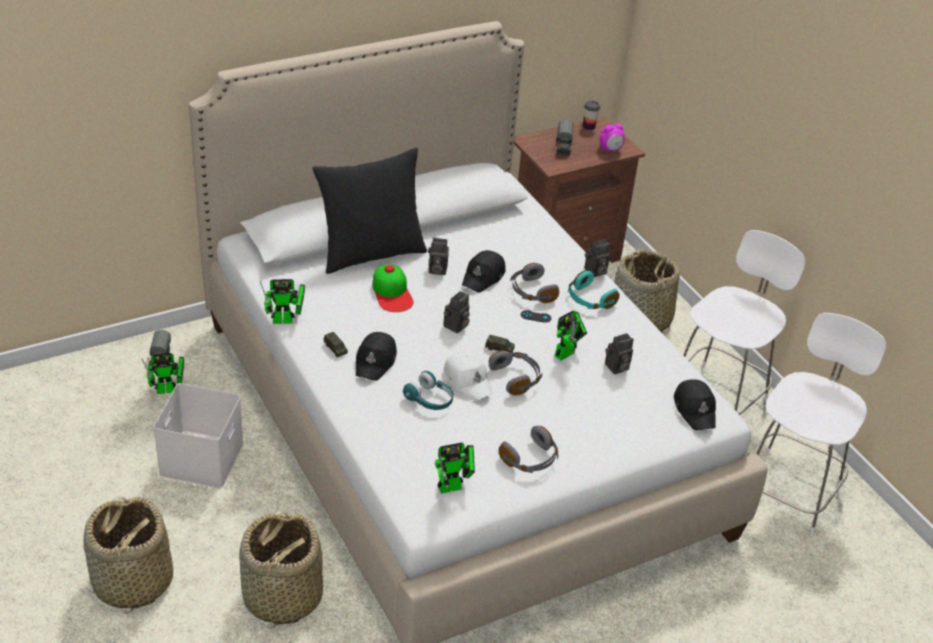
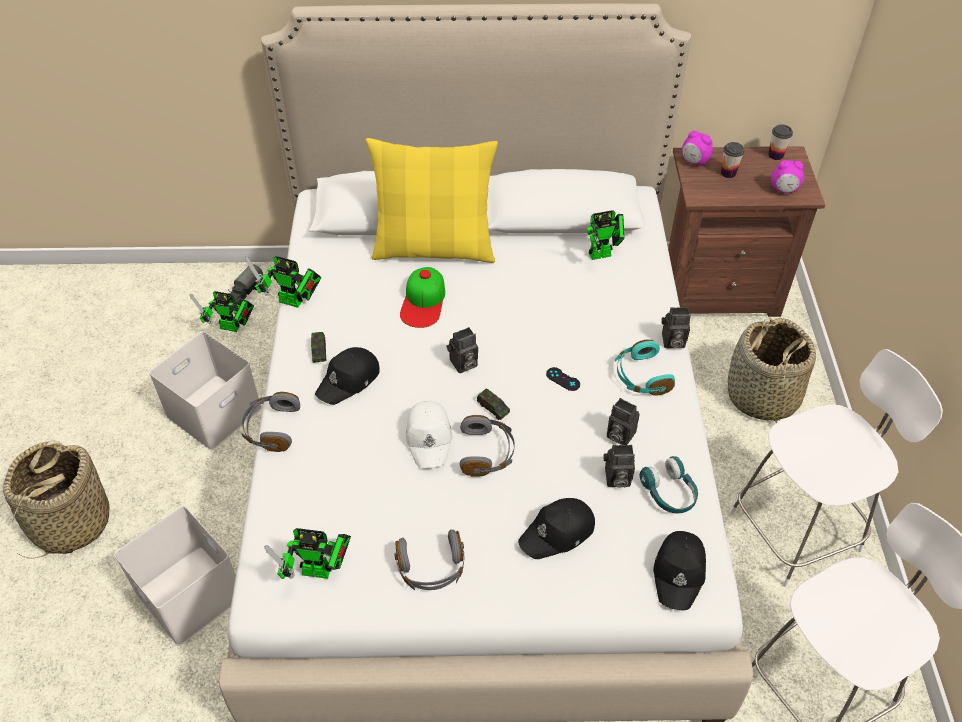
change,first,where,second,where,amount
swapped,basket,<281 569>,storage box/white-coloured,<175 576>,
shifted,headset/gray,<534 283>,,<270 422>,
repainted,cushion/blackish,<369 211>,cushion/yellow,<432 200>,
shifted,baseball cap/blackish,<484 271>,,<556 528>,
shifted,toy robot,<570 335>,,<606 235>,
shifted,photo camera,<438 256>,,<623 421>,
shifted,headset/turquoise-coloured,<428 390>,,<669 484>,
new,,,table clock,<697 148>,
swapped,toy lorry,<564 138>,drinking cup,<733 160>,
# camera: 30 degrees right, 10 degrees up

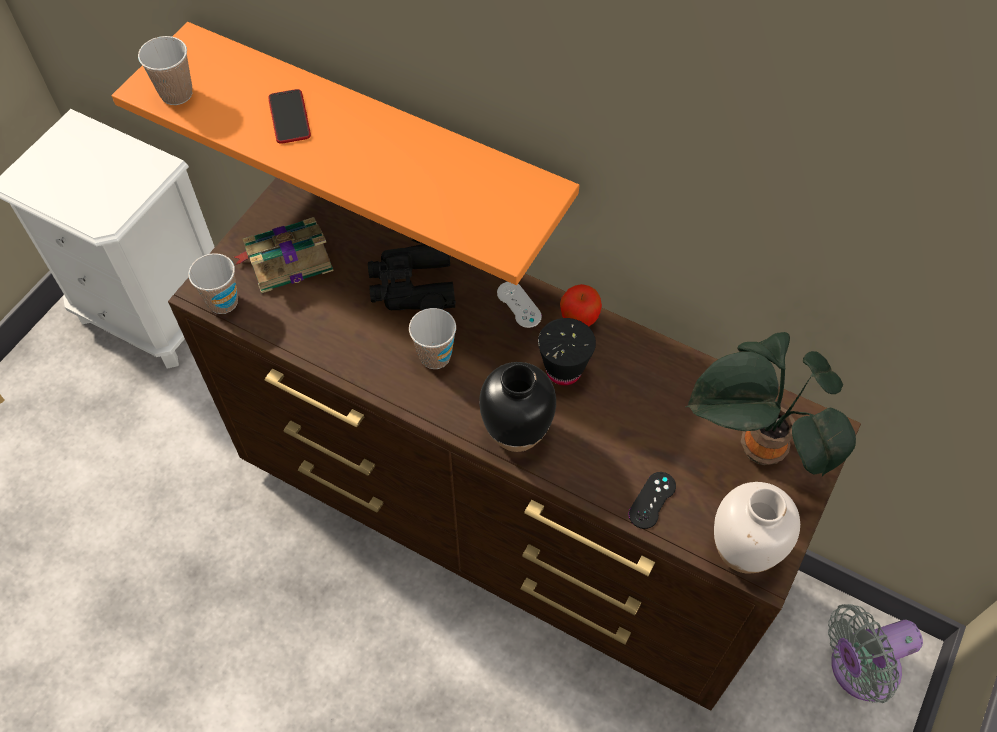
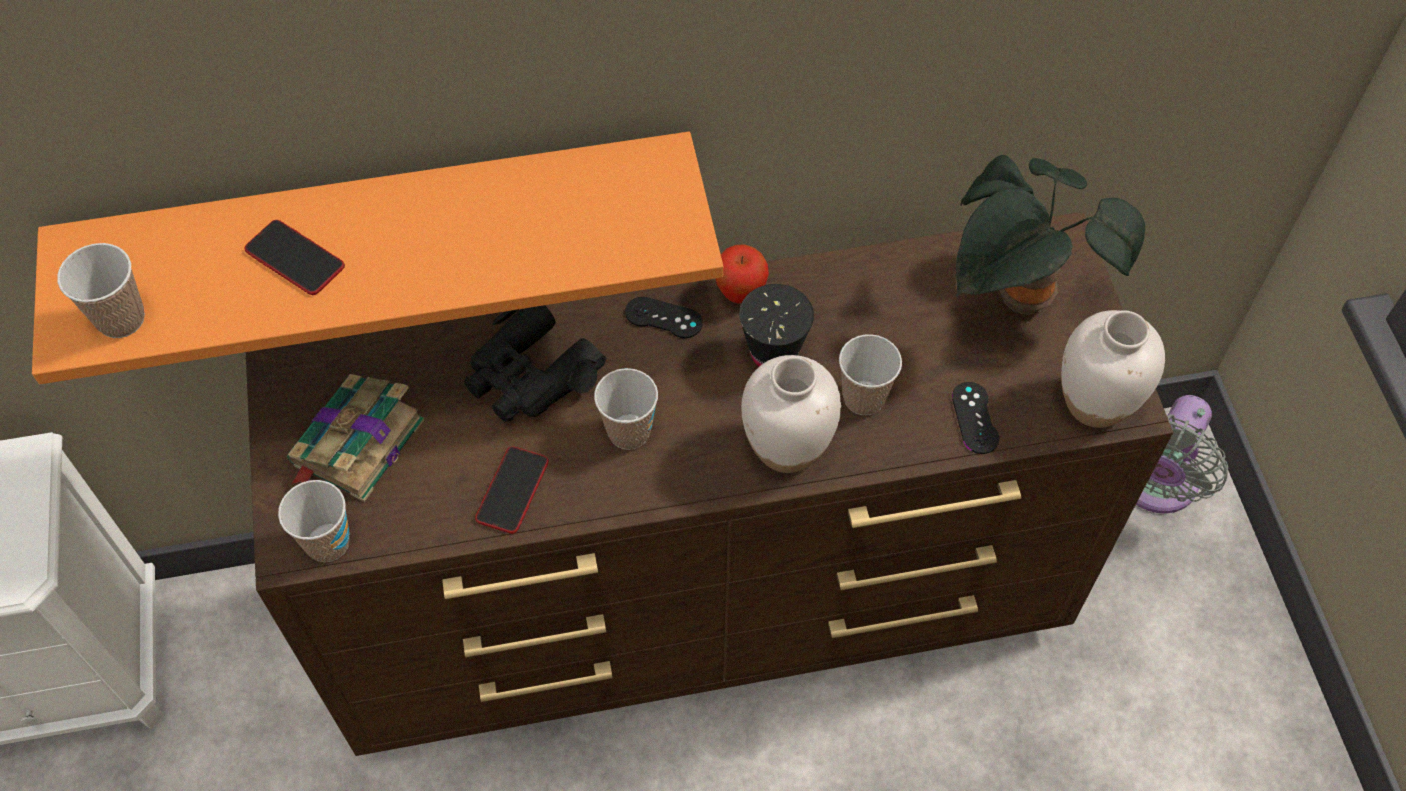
change,first,where,second,where,amount
new,,,phone,<512 490>,
repainted,game controller/white-coloured,<519 305>,game controller/blackish,<664 317>,
repainted,decorative vase/blackish,<517 407>,decorative vase/white-coloured,<791 414>,
new,,,drinking cup,<870 374>,
# camera: 40 degrees left, 0 degrees up

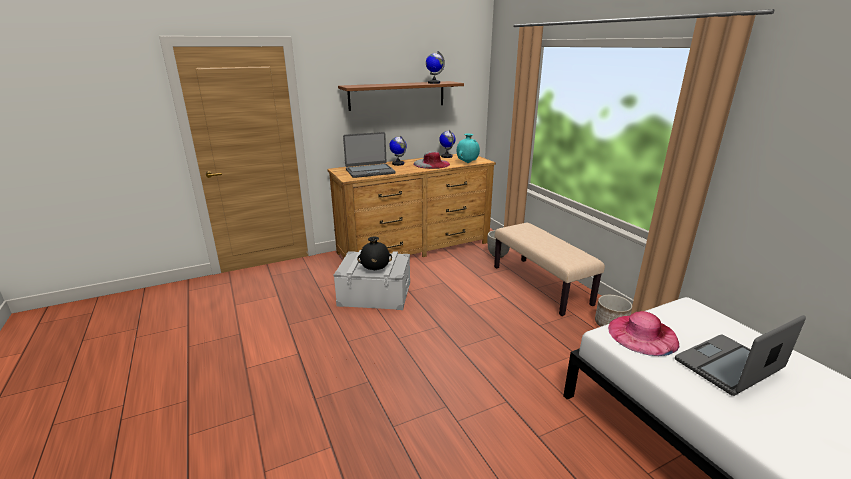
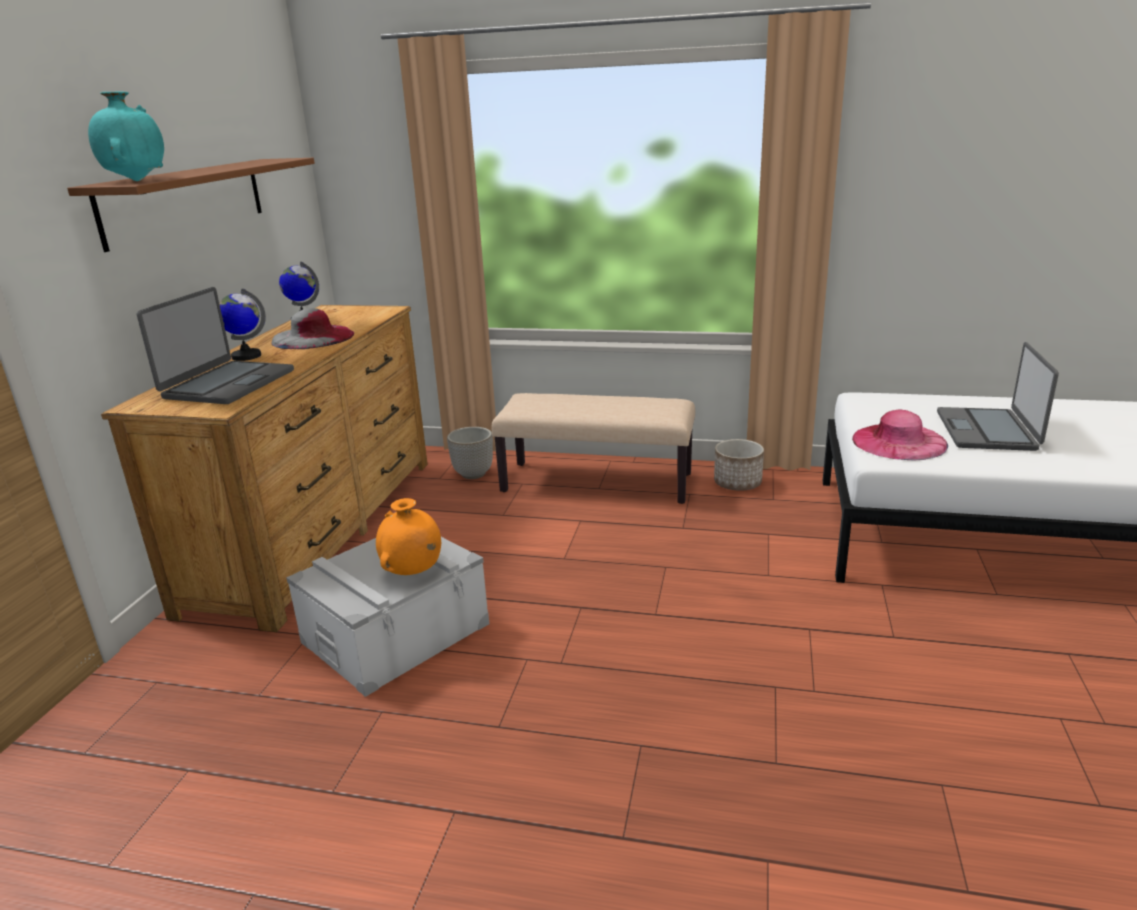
change,first,where,second,where,amount
shifted,decorative vase/turquoise-coloured,<468 148>,,<126 136>,
repainted,decorative vase/blackish,<374 253>,decorative vase/orangey,<408 536>,
gone,desk globe,<435 67>,,,
# camera: 50 degrees left, 0 degrees up

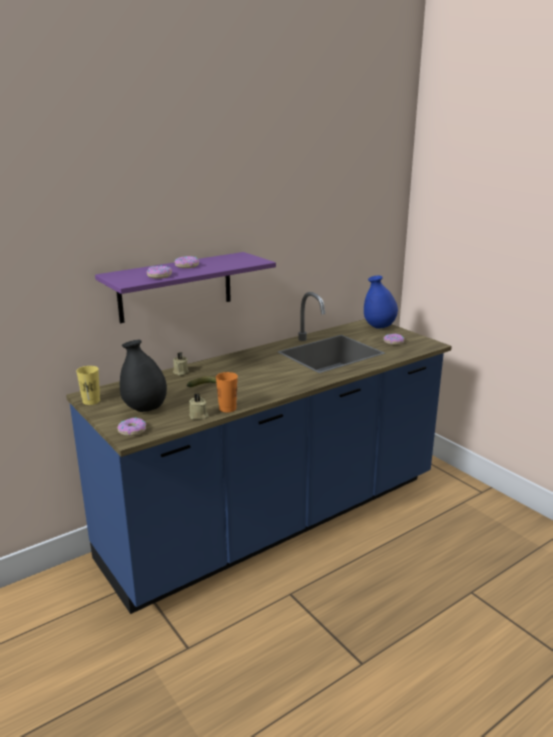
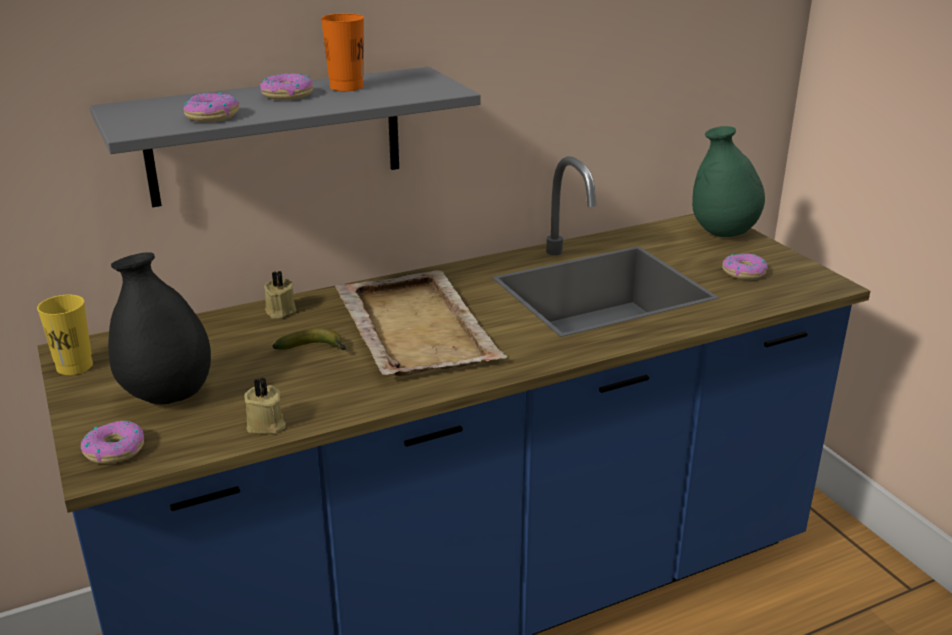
change,first,where,second,where,amount
repainted,wall shelf/purple,<185 287>,wall shelf/gray,<285 137>,
shifted,drinking cup/orangey,<227 392>,,<342 52>,
new,,,tray/sand-coloured,<421 323>,
repainted,decorative vase/blue,<381 302>,decorative vase/green,<728 181>,
# camera: 10 degrees right, 5 degrees up

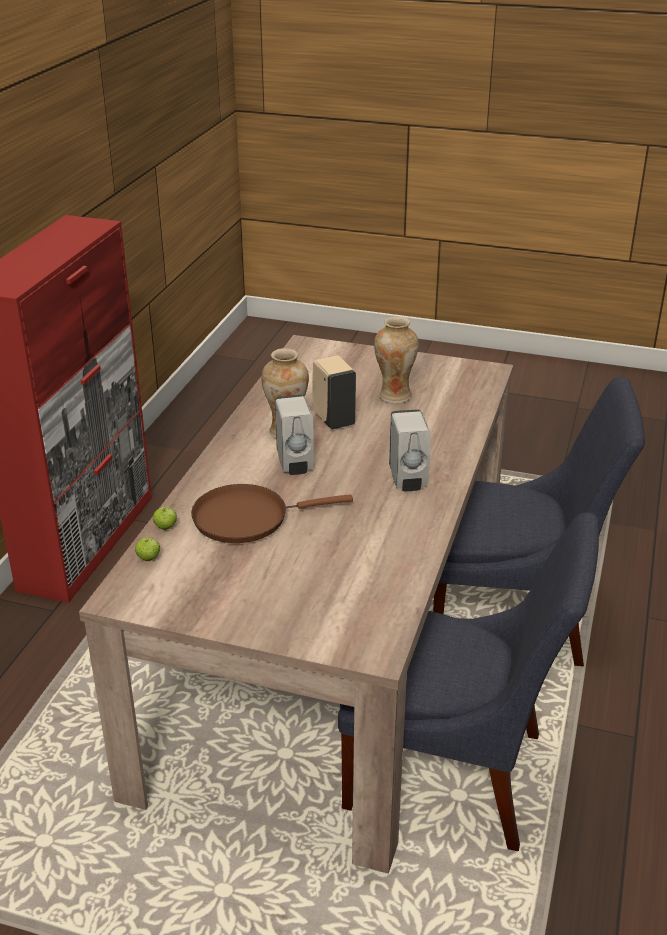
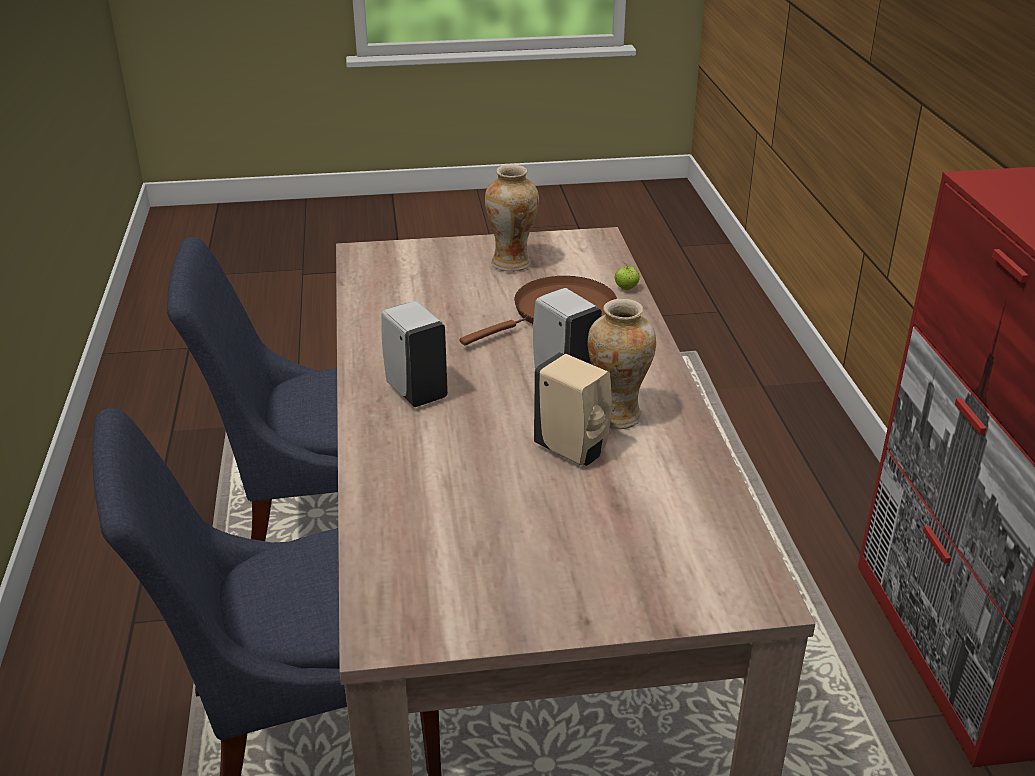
change,first,where,second,where,amount
shifted,decorative vase,<396 359>,,<512 218>,
gone,apple fruit,<147 549>,,,
# camera: 155 degrees right, 0 degrees up

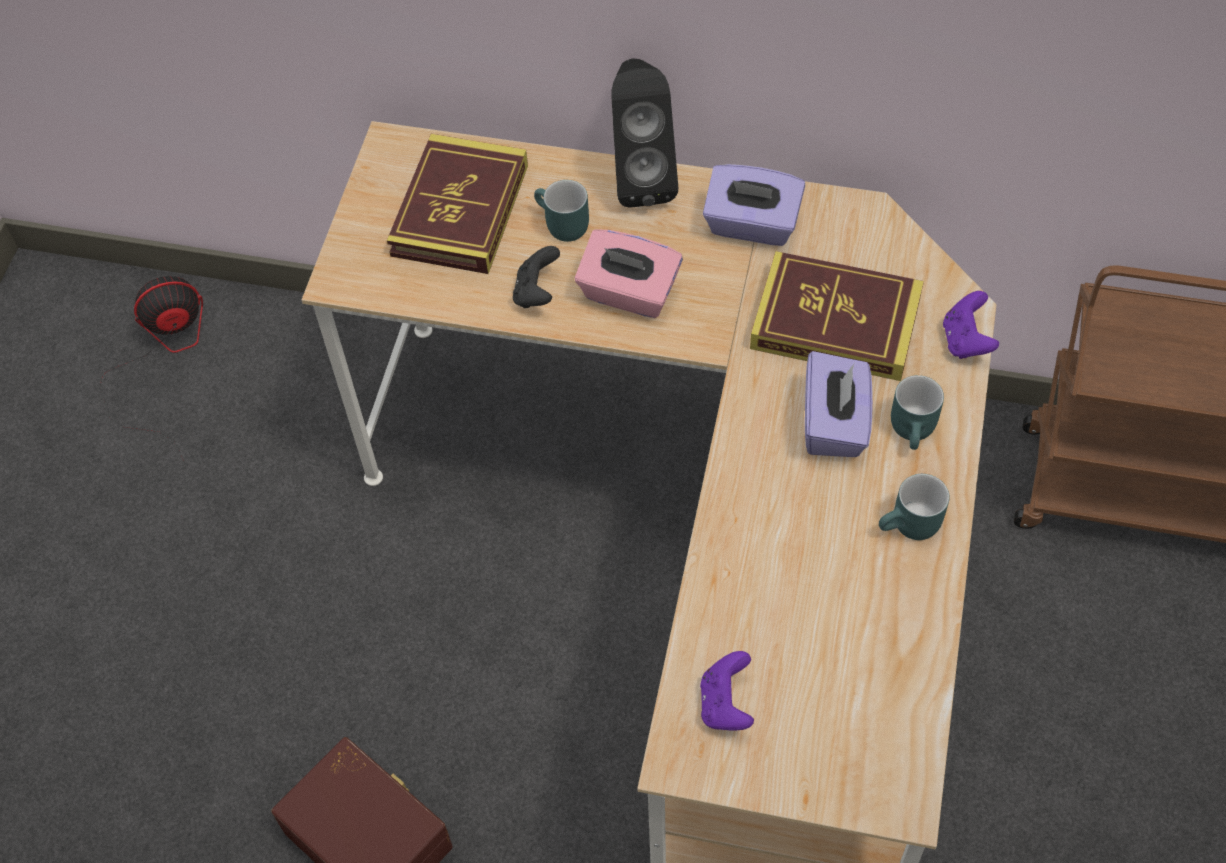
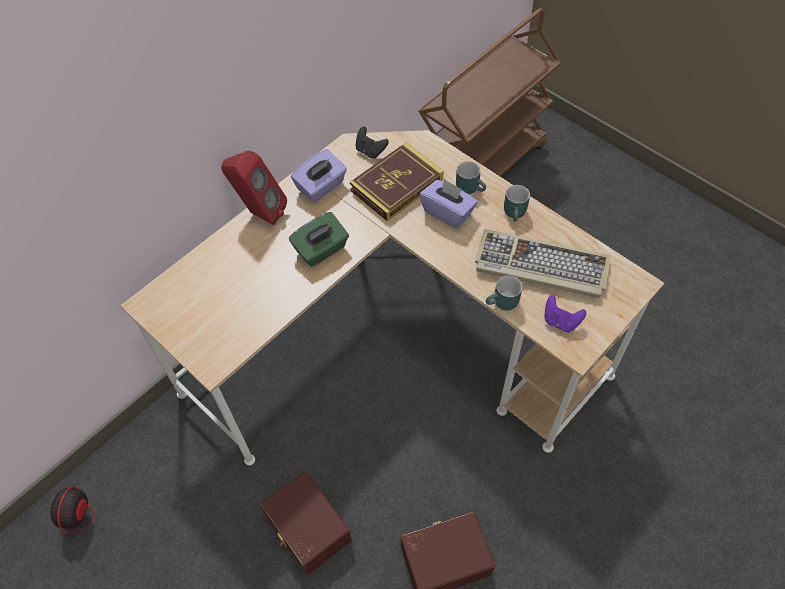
change,first,where,second,where,amount
repainted,loudspeaker/blackish,<645 133>,loudspeaker/red-coloured,<254 188>,
new,,,storage box/brown-coloured,<306 523>,
repainted,tissue box/pink-coloured,<629 273>,tissue box/green,<319 239>,
shifted,game controller/blackish,<536 277>,,<372 142>,
new,,,PC keyboard,<543 263>,
shifted,tea mug/turquoise-coloured,<561 211>,,<504 293>,
gone,book,<457 204>,,,
gone,game controller/purple,<971 325>,,,
# camera: 60 degrees left, 0 degrees up

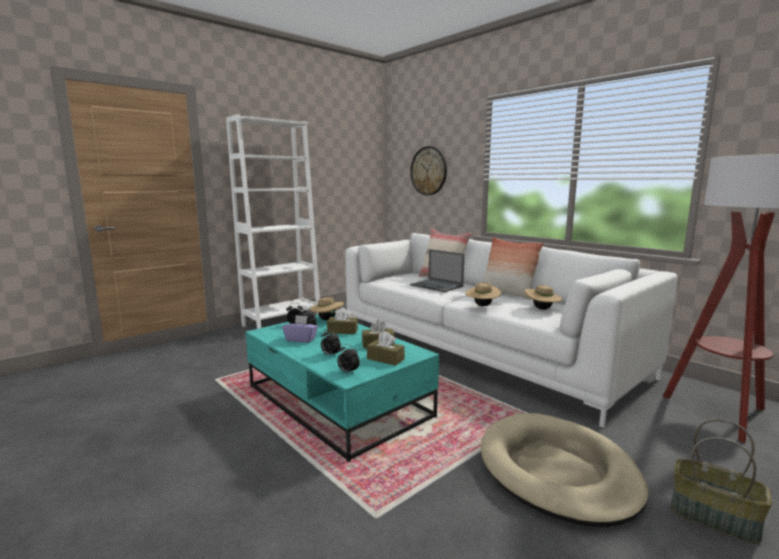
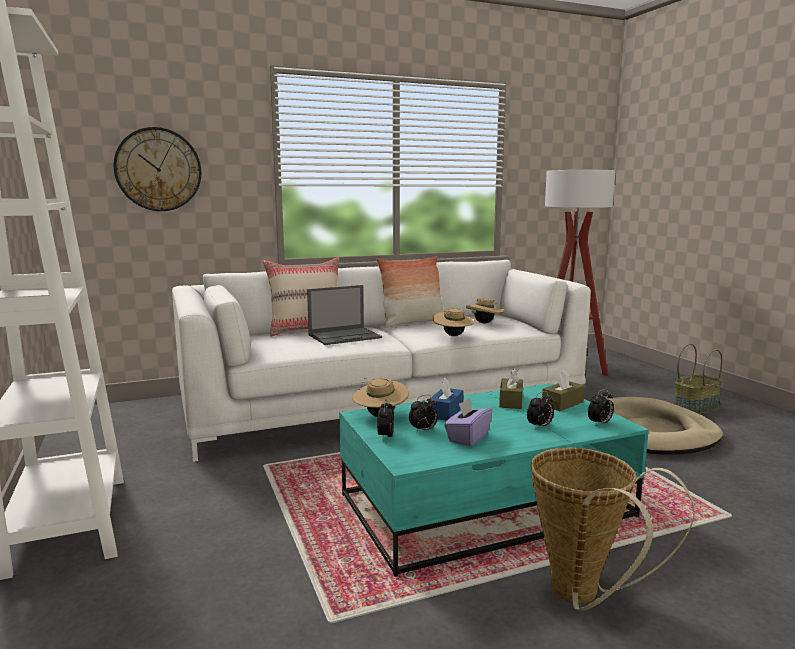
change,first,where,second,where,amount
repainted,tissue box/brown-coloured,<342 321>,tissue box/blue,<446 399>,
new,,,basket,<613 529>,
# camera: 70 degrees left, 0 degrees up

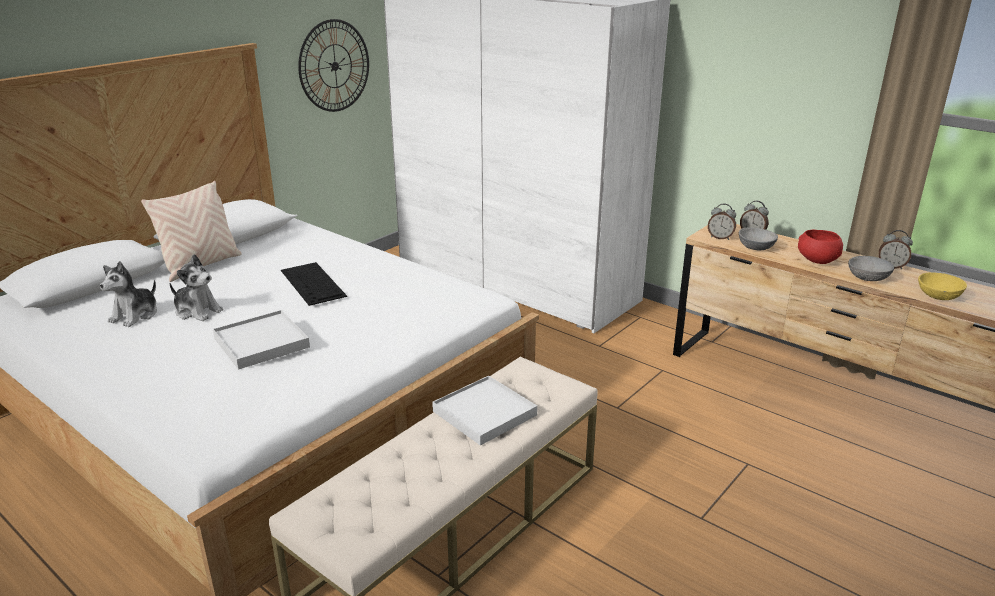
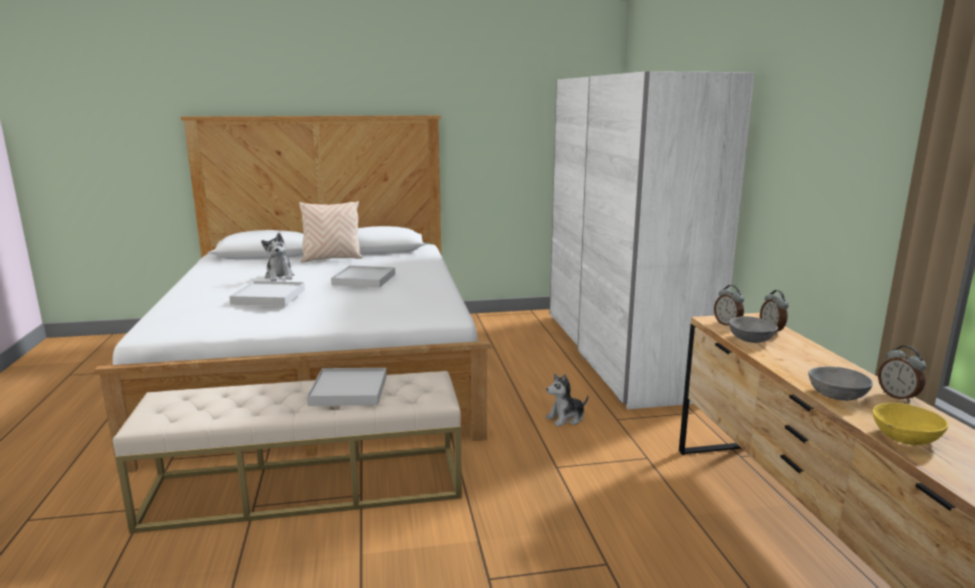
change,first,where,second,where,amount
swapped,PC keyboard,<314 284>,tray/white-coloured,<363 276>,
shifted,soft toy,<128 294>,,<567 400>,
gone,hanging clock,<333 65>,,,
gone,serving bowl/red-coloured,<820 247>,,,
# camera: 40 degrees right, 10 degrees down

